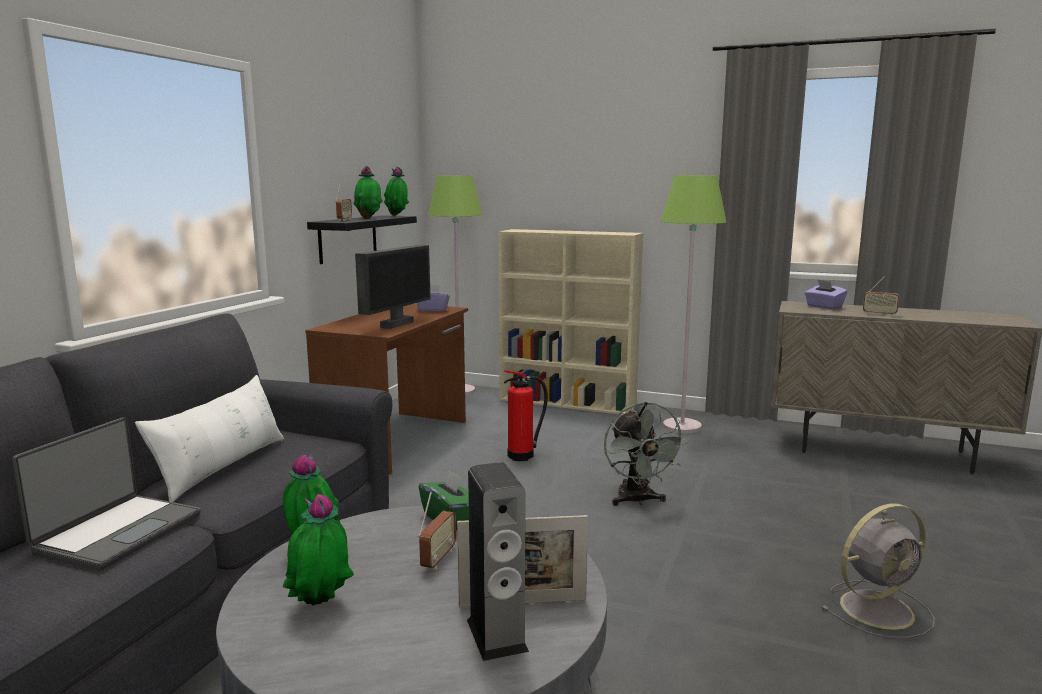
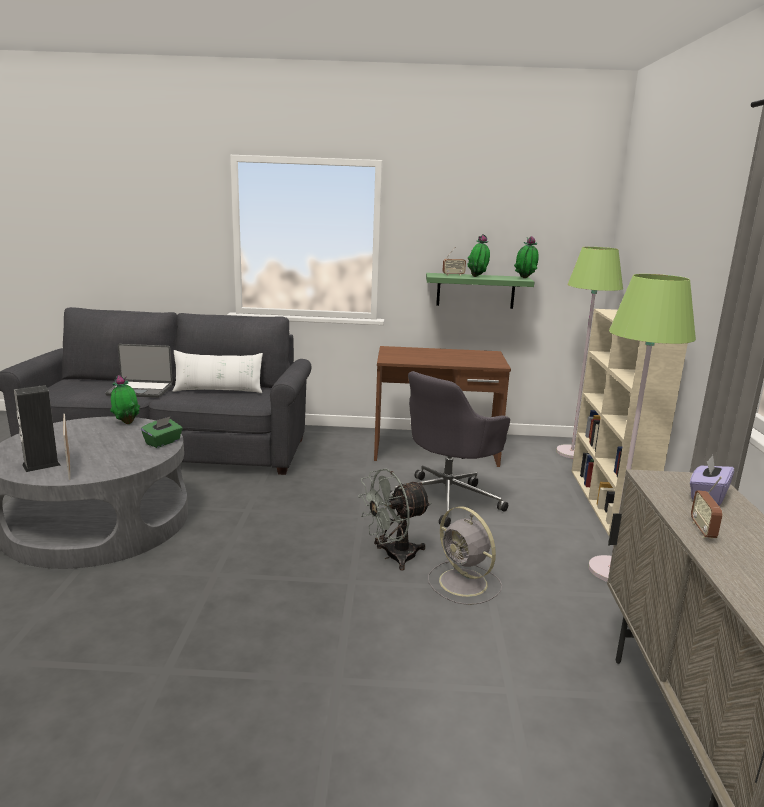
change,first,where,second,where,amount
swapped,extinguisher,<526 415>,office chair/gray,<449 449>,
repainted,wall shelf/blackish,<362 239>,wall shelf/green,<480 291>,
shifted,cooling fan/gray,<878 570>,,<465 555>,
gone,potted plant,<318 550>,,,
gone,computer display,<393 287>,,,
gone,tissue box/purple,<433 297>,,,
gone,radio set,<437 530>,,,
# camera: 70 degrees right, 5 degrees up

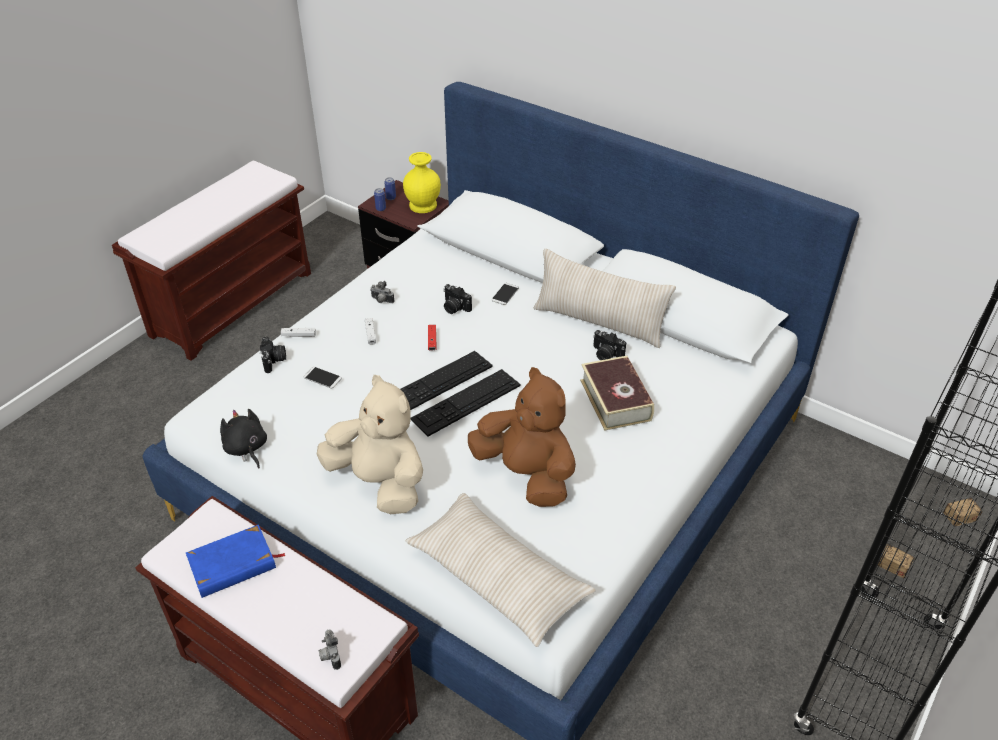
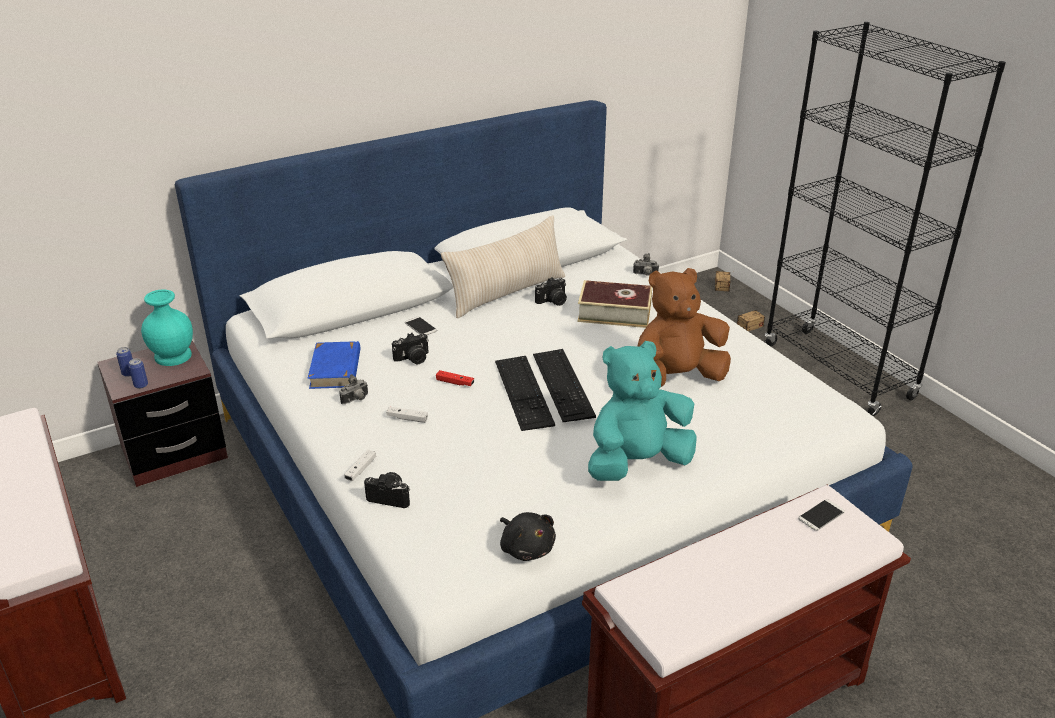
change,first,where,second,where,amount
repainted,decorative vase/yellow,<422 182>,decorative vase/turquoise-coloured,<167 328>,
shifted,book/blue,<236 561>,,<333 365>,
rotated,soft toy/blackish,<243 438>,,<528 536>,120 degrees counterclockwise
repainted,soft toy/sand-coloured,<370 444>,soft toy/turquoise-coloured,<642 411>,
shifted,photo camera,<329 650>,,<646 264>,
shifted,phone,<322 378>,,<821 515>,
gone,cushion/sand-coloured,<500 570>,,,
# camera: 65 degrees left, 10 degrees down

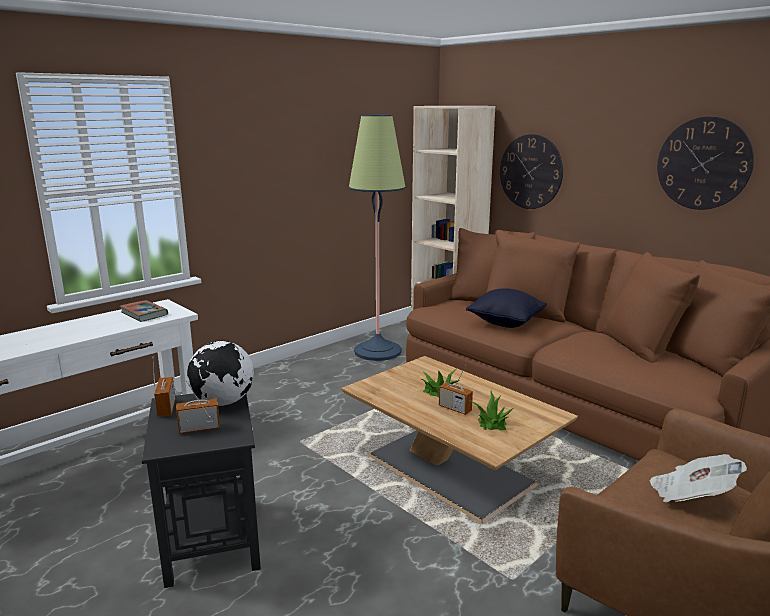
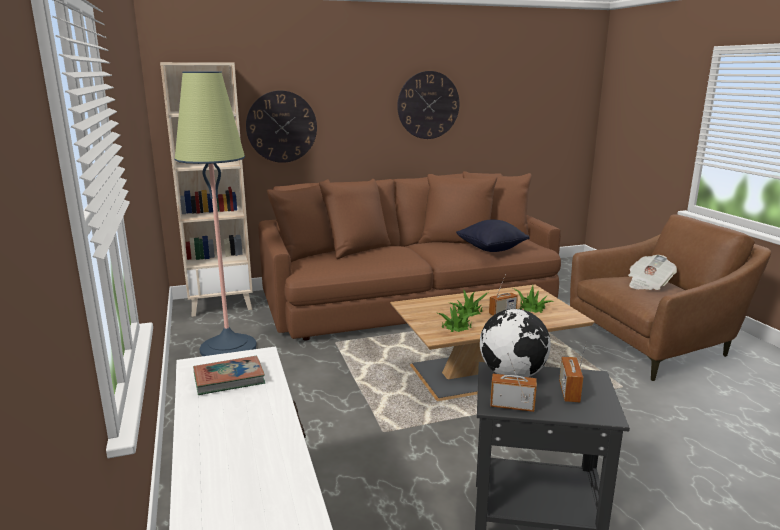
change,first,where,second,where,amount
new,,,potted plant,<457 317>,
shifted,cushion/blackish,<506 308>,,<493 235>,
# camera: 65 degrees left, 0 degrees up

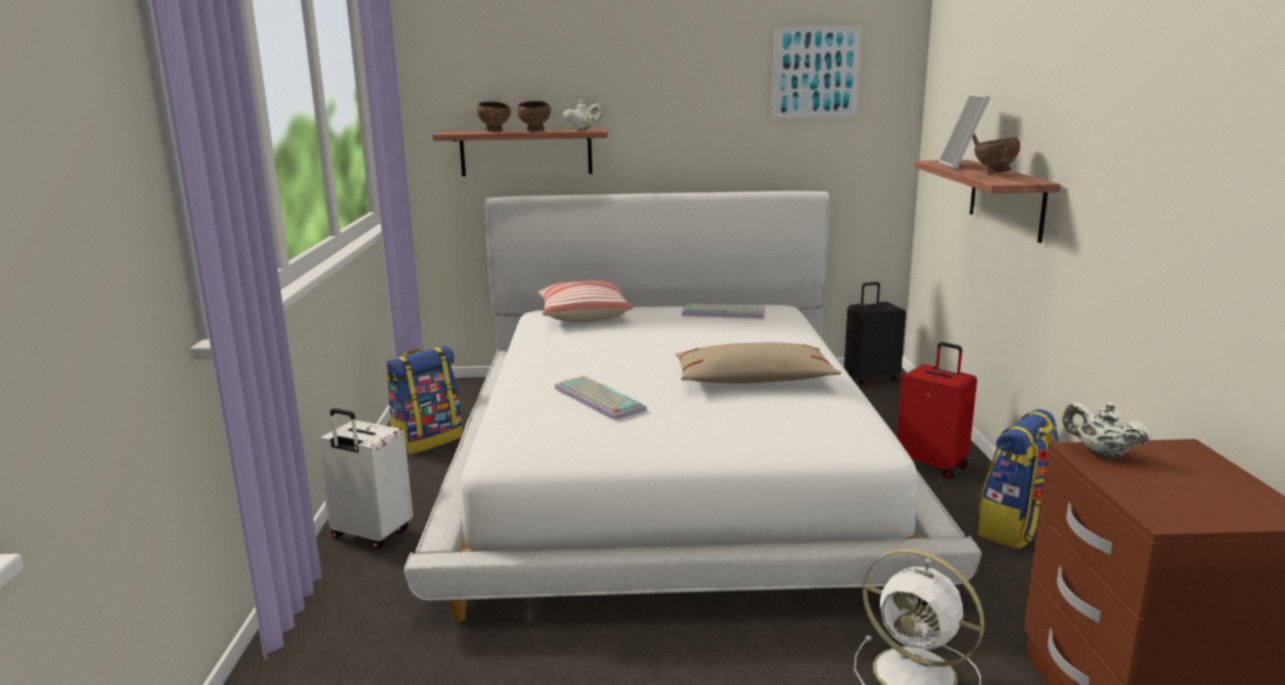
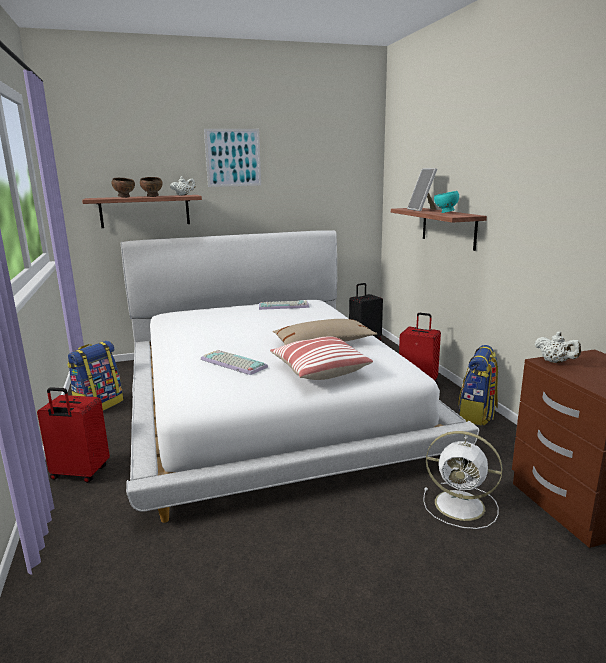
change,first,where,second,where,amount
repainted,travel case/white-coloured,<365 478>,travel case/red-coloured,<73 435>,
shifted,wall art,<817 72>,,<232 158>,
shifted,cushion,<585 301>,,<321 358>,
repainted,serving bowl/brown-coloured,<997 156>,serving bowl/turquoise-coloured,<446 202>,
rotated,teapot/white-coloured,<1106 430>,,<558 347>,150 degrees counterclockwise
# camera: 15 degrees left, 0 degrees up

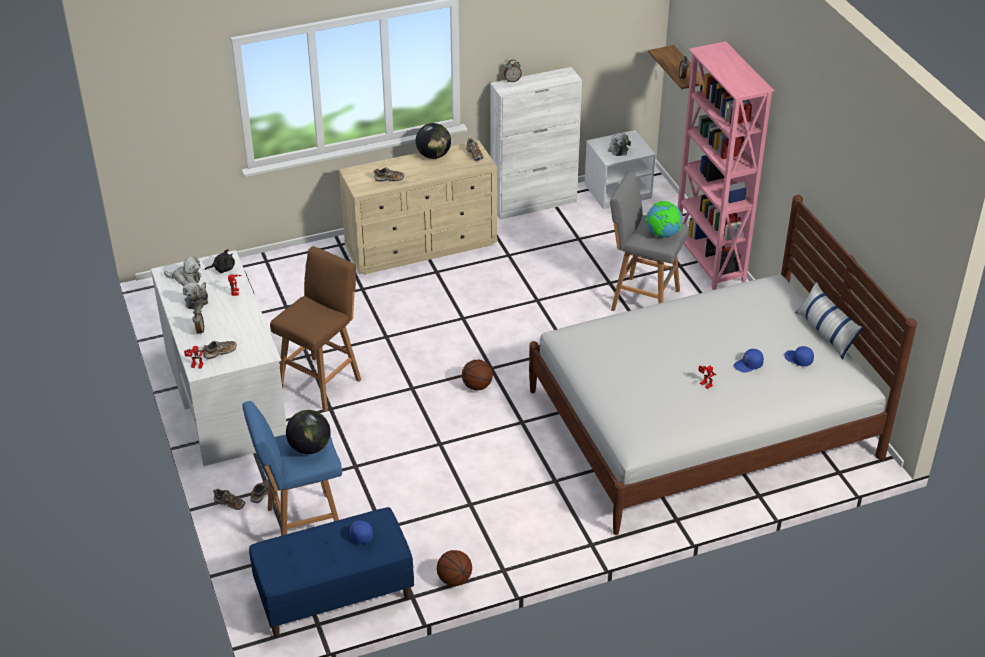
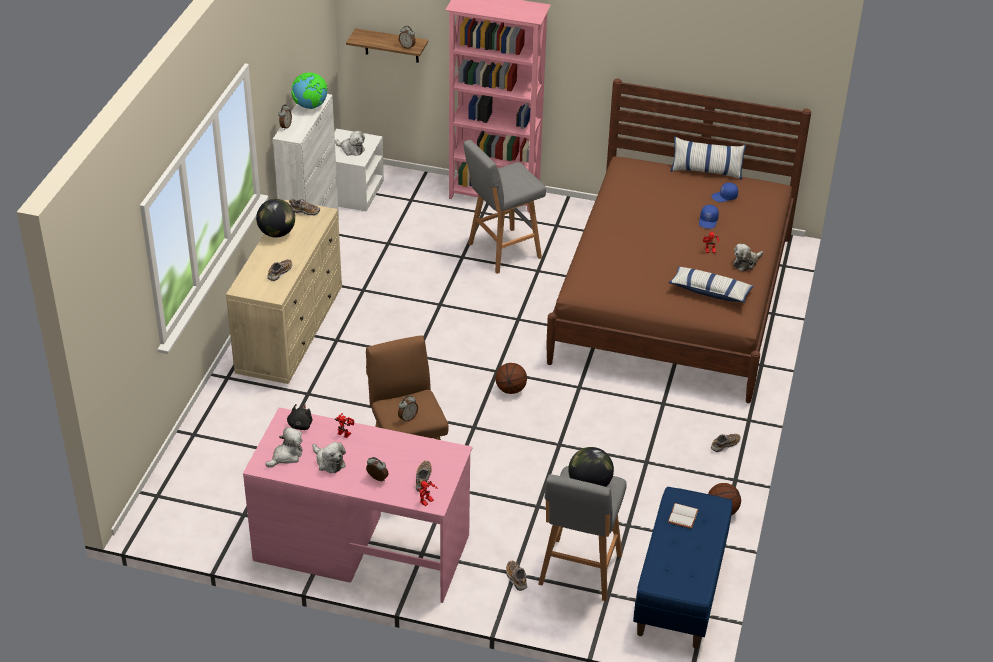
change,first,where,second,where,amount
repainted,desk/white-coloured,<219 358>,desk/pink-coloured,<358 505>,
shifted,desk globe,<664 219>,,<309 91>,
new,,,table clock,<408 408>,
repainted,stool seat/blue,<292 468>,stool seat/gray,<582 533>,
repainted,bed/white-coloured,<723 365>,bed/brown-coloured,<679 241>,
new,,,cushion,<711 284>,
swapped,baseball cap/blue,<361 532>,book/white-coloured,<683 516>,
shifted,low shoe,<229 499>,,<725 443>,
new,,,soft toy,<748 258>,
# camera: 55 degrees left, 0 degrees up

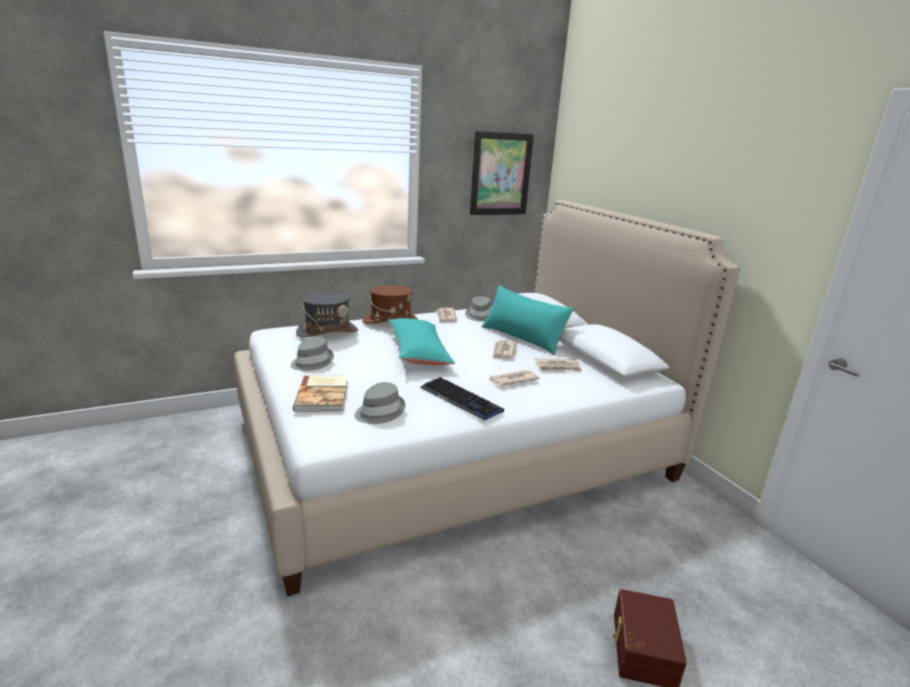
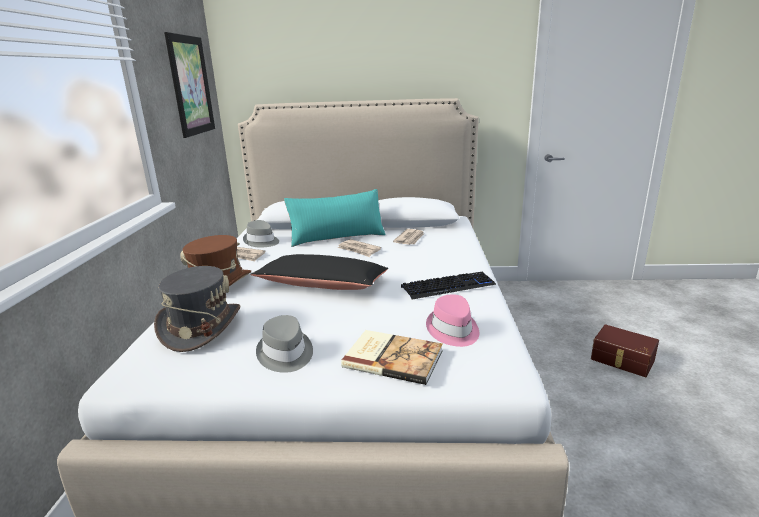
change,first,where,second,where,amount
repainted,cushion/turquoise-coloured,<421 341>,cushion/blackish,<319 272>,
repainted,wearable hat/gray,<380 403>,wearable hat/pink-coloured,<452 320>,
gone,printed paper,<513 378>,,,
# camera: 60 degrees left, 0 degrees up

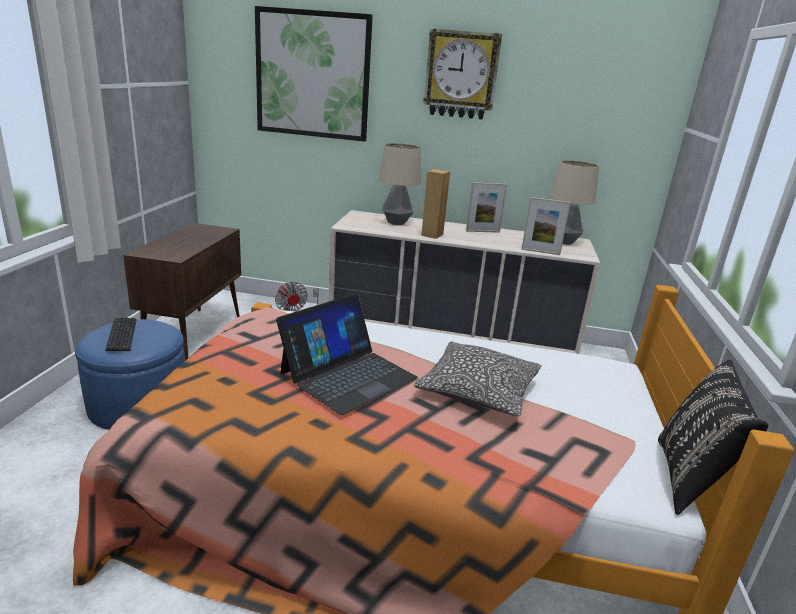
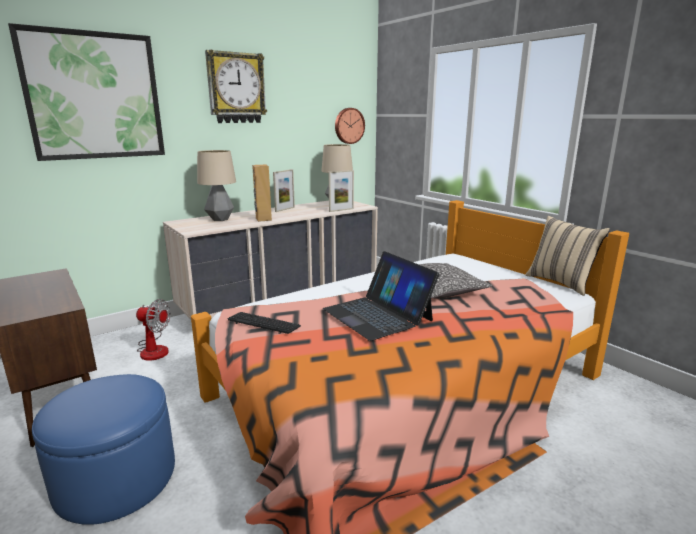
change,first,where,second,where,amount
shifted,PC keyboard,<121 334>,,<264 323>,
rotated,laptop,<347 354>,,<381 296>,150 degrees clockwise
new,,,hanging clock,<350 126>,
repainted,cushion/blackish,<713 437>,cushion/sand-coloured,<568 256>,
# camera: 45 degrees left, 5 degrees down

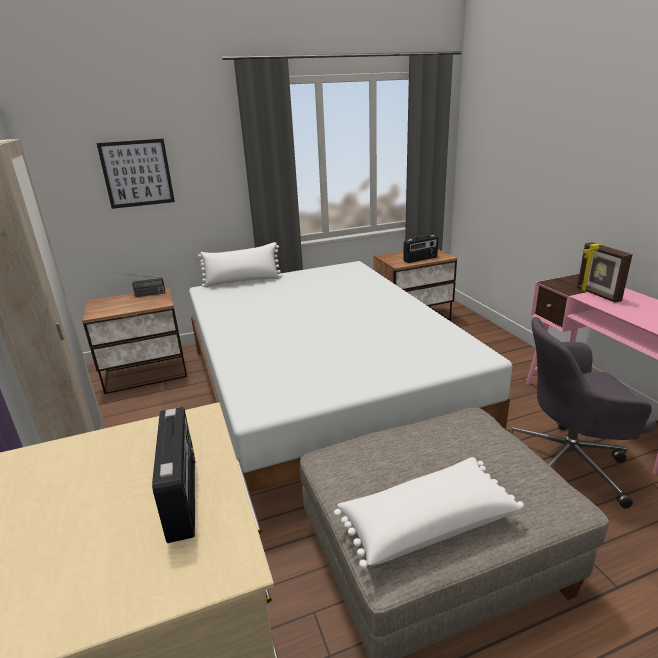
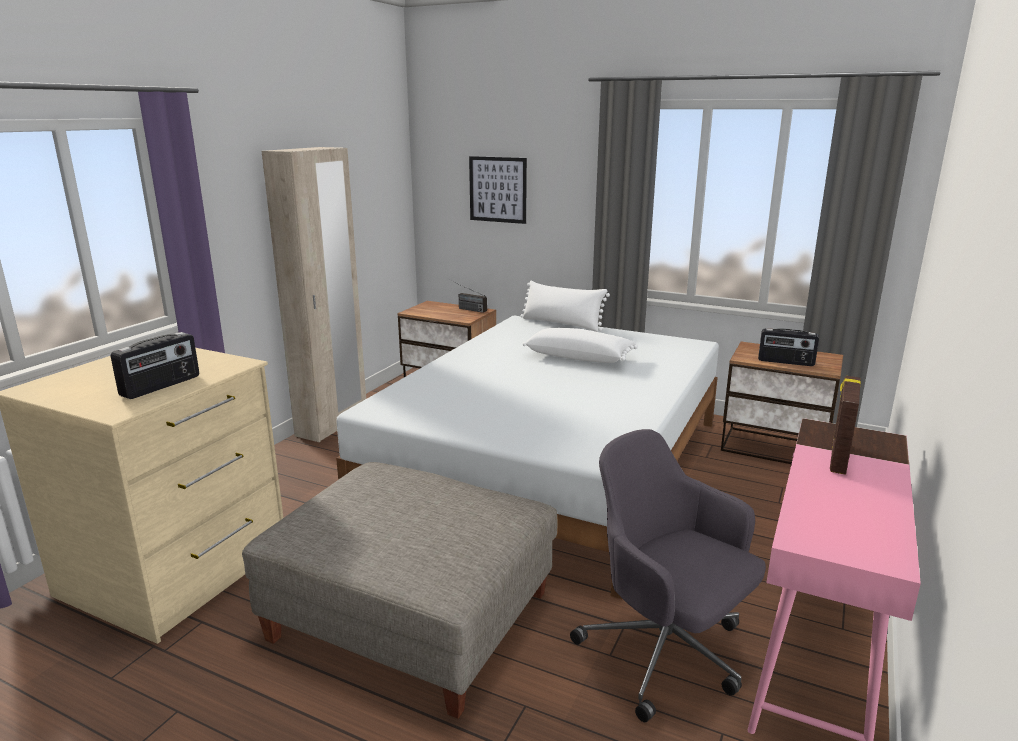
change,first,where,second,where,amount
shifted,cushion/white-coloured,<429 513>,,<580 345>,
# camera: 45 degrees right, 5 degrees down

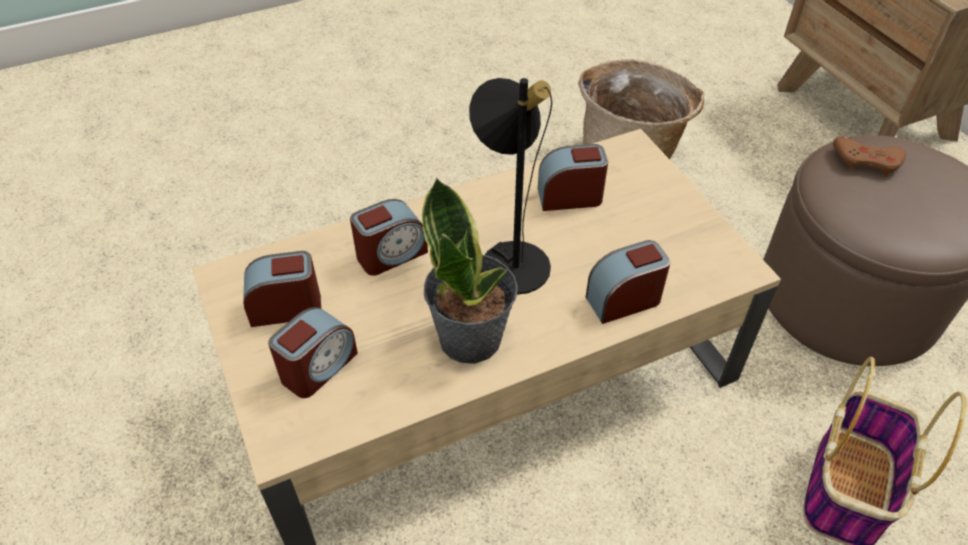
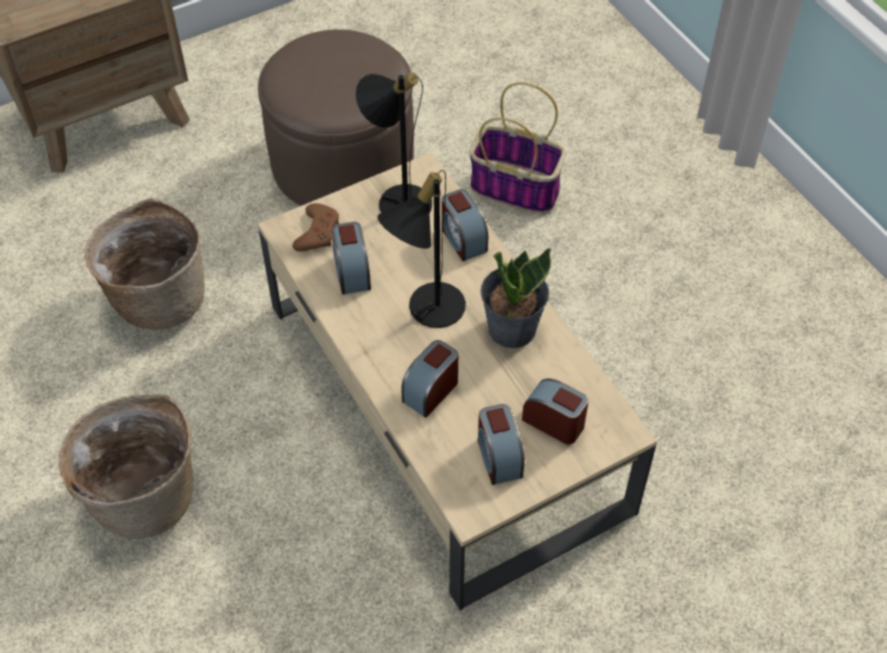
change,first,where,second,where,amount
new,,,basket,<126 466>,
shifted,game controller/brown-coloured,<869 157>,,<315 227>,
new,,,table lamp/blackish,<393 143>,
rotated,table clock,<389 237>,,<429 379>,105 degrees counterclockwise
# camera: 95 degrees left, 5 degrees up

